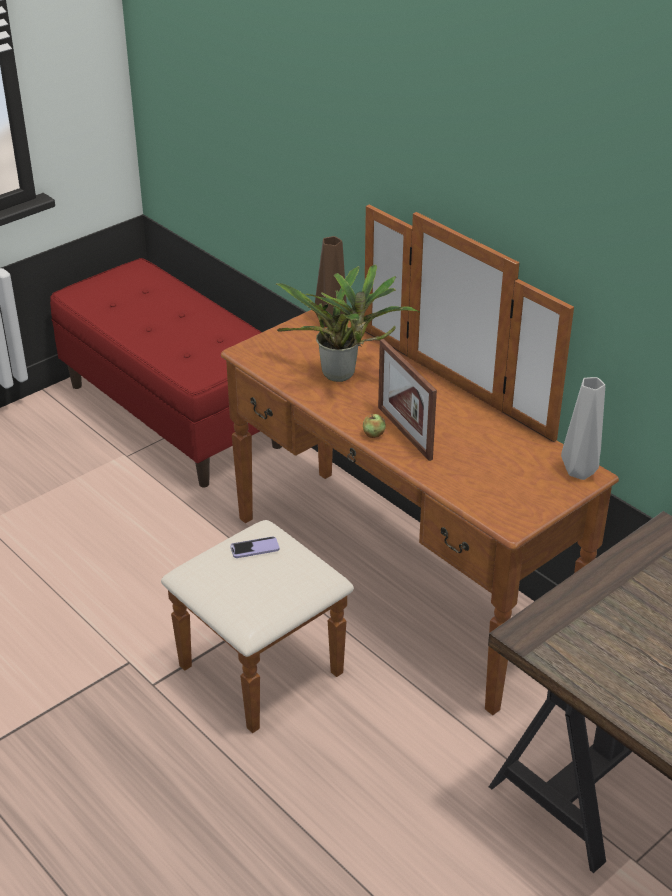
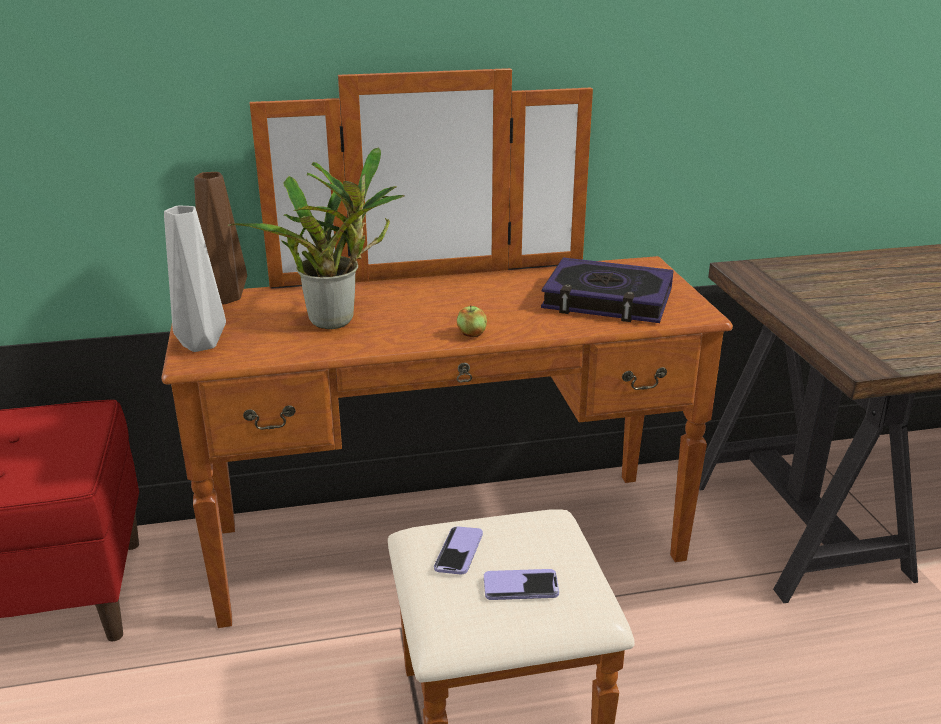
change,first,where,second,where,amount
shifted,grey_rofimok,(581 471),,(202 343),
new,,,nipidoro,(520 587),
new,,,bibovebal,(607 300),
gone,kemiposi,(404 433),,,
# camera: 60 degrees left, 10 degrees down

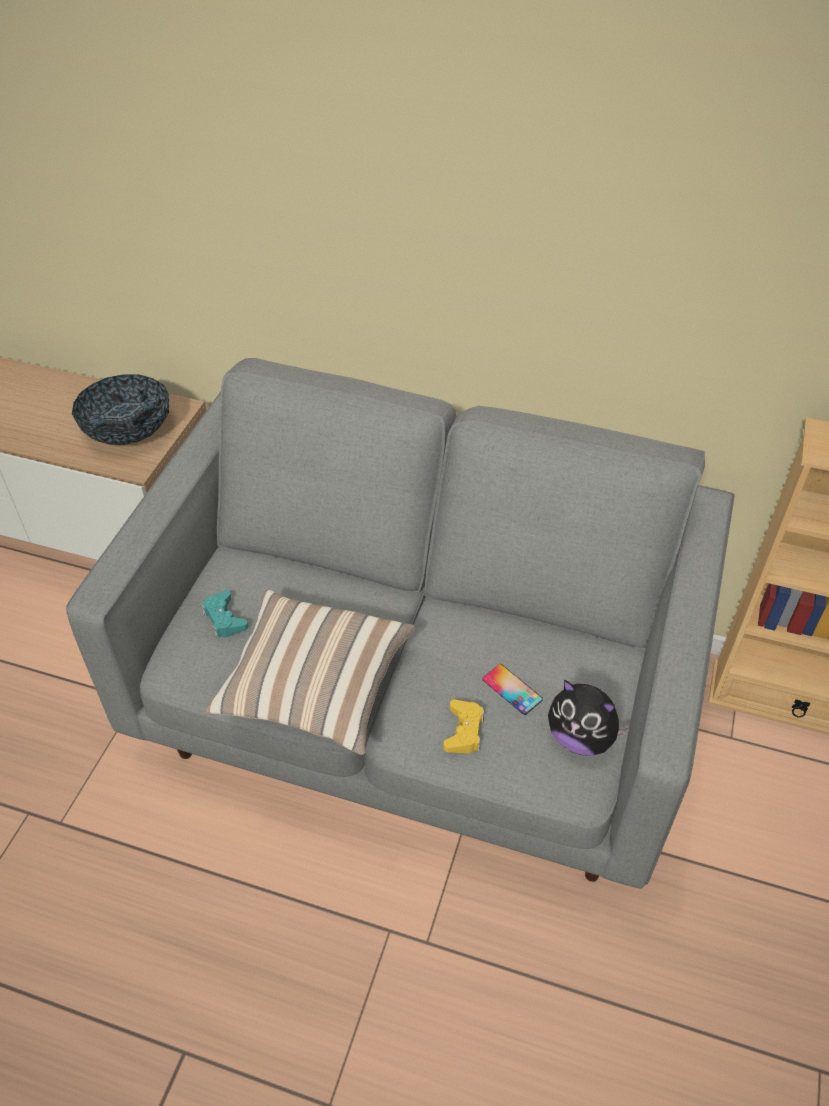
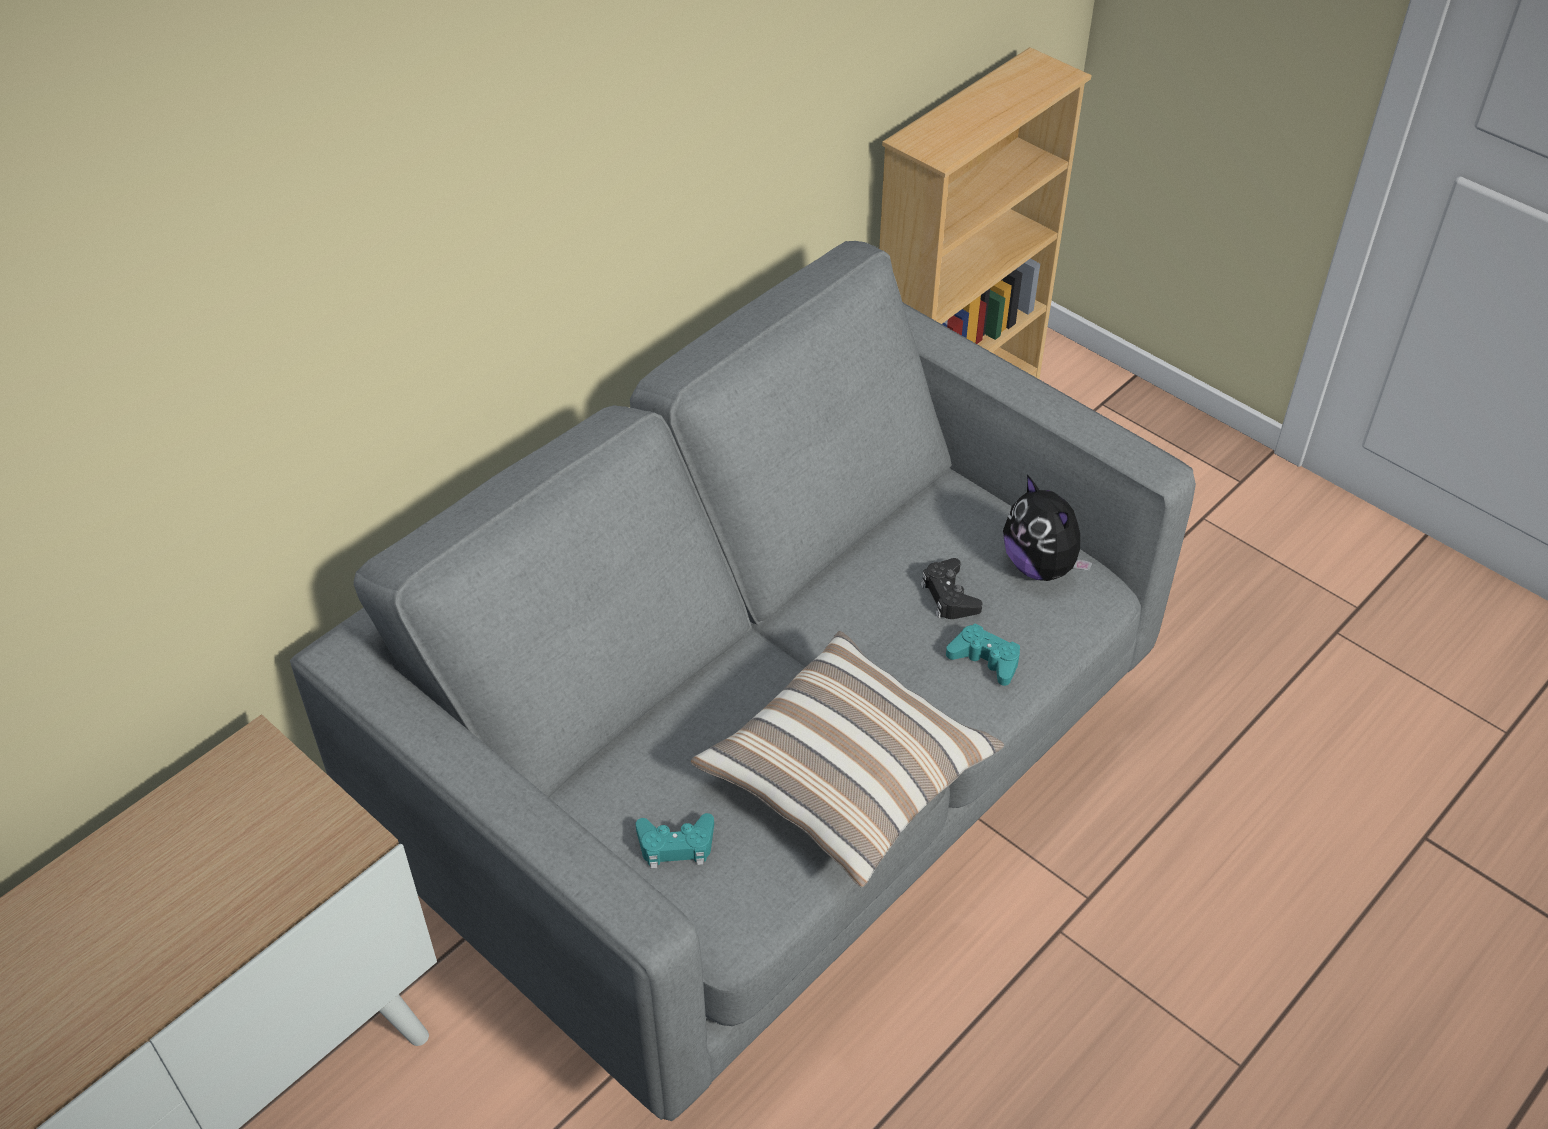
change,first,where,second,where,amount
swapped,nipidoro,(512 689),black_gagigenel,(949 596),
repainted,yellow_gagigenel,(464 731),turquoise_gagigenel,(985 660),
rotated,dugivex,(581 738),,(1041 565),90 degrees clockwise
gone,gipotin,(128 429),,,
# camera: 65 degrees left, 0 degrees up

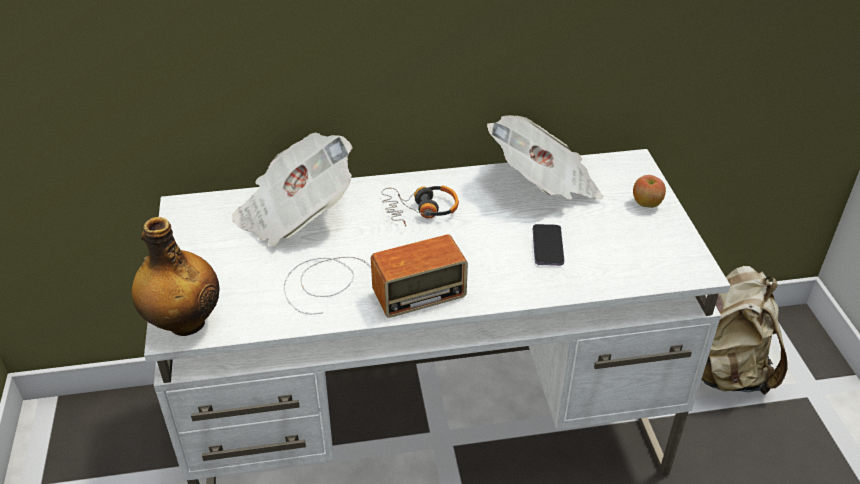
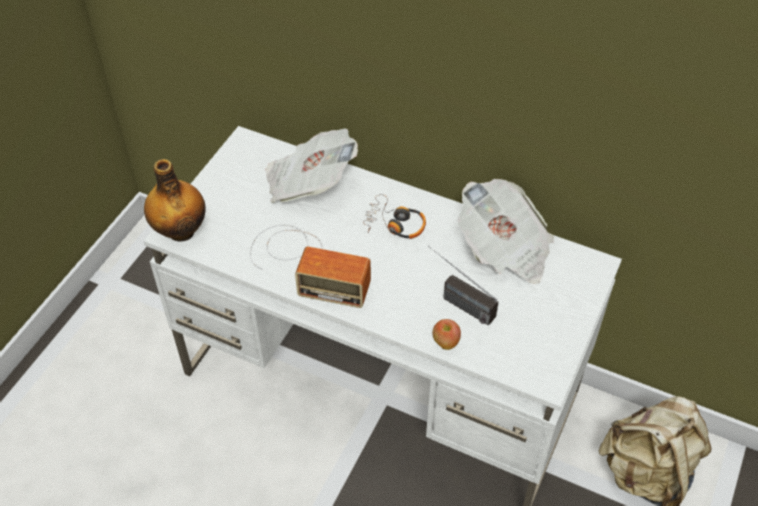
change,first,where,second,where,amount
swapped,nipidoro,(547 246),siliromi,(456 301),
shifted,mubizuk,(646 204),,(445 342),
# camera: 35 degrees right, 10 degrees up

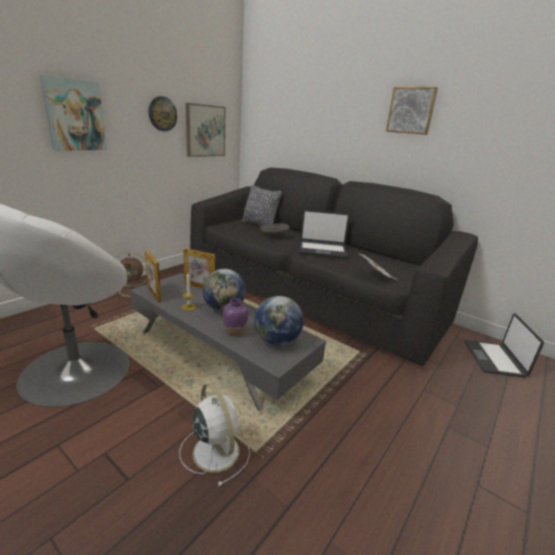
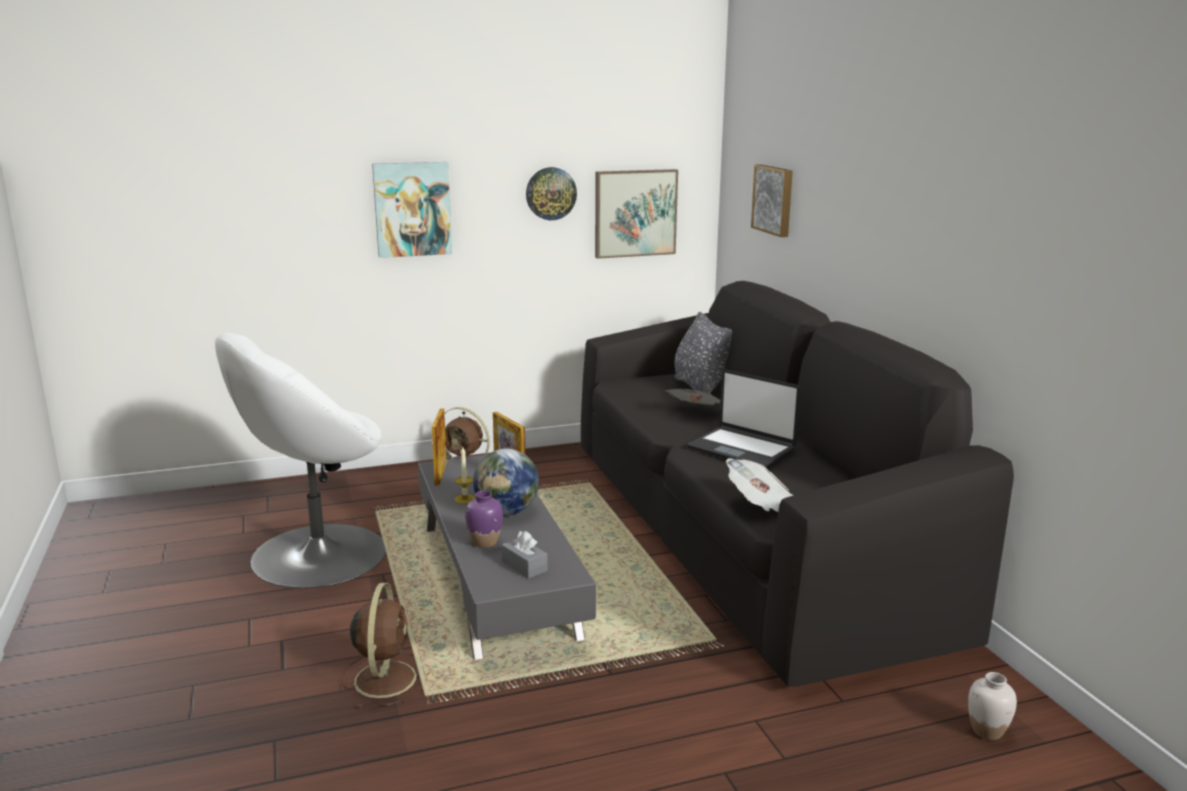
change,first,where,second,where,amount
repainted,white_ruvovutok,(215 450),brown_ruvovutok,(385 677),
swapped,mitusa,(276 341),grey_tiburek,(524 566),
shifted,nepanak,(411 110),,(774 200),
swapped,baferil,(494 359),white_rofimok,(987 731),
# camera: 35 degrees right, 5 degrees down

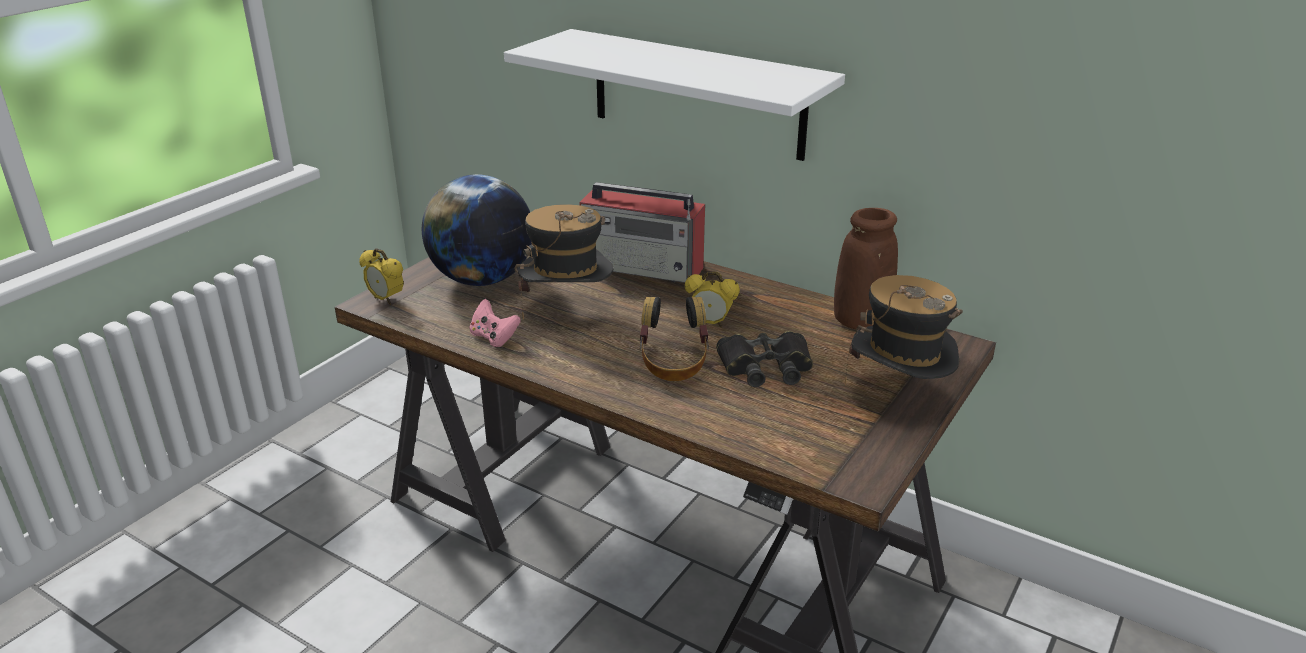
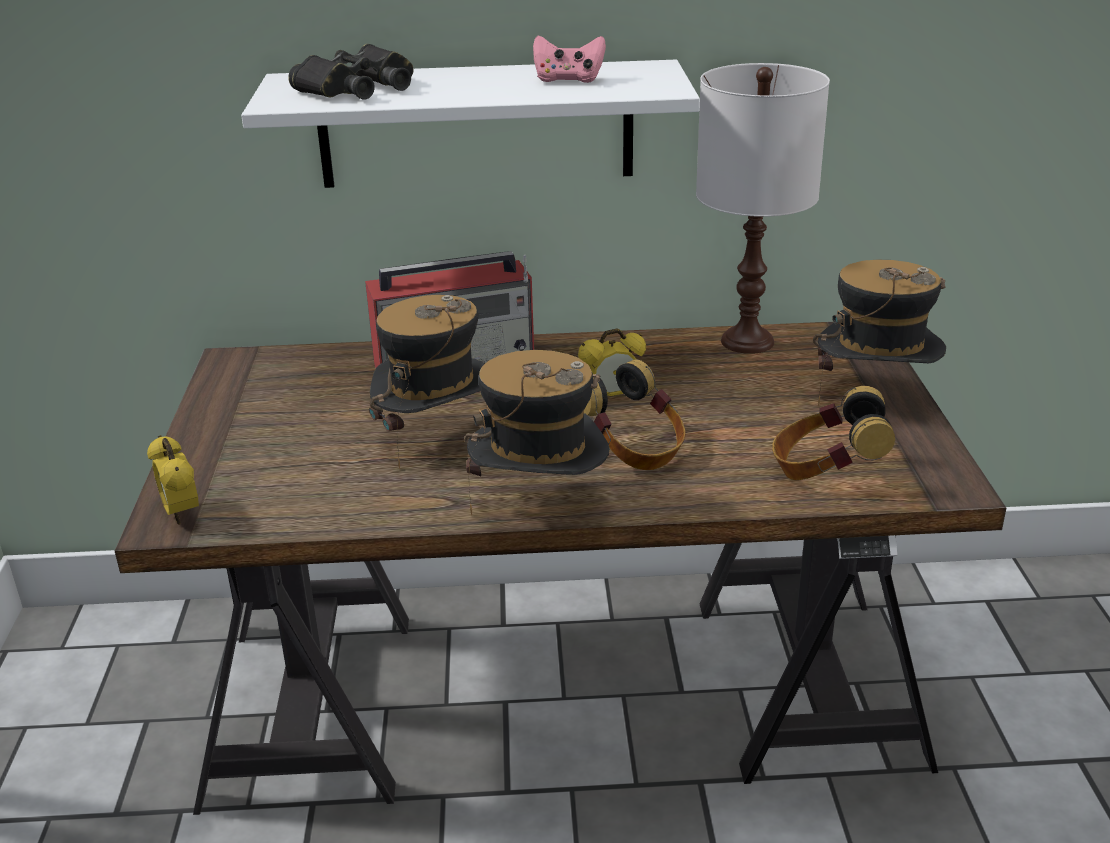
change,first,where,second,where,amount
rotated,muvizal,(386 300),,(181 514),60 degrees clockwise
shifted,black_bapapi,(765 367),,(358 88),
new,,,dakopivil,(539 506),
shifted,pink_gagigenel,(494 338),,(568 80),
swapped,brown_rofimok,(860 321),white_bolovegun,(746 341),
new,,,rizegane,(826 471),
gone,mitusa,(482 279),,,
# camera: 35 degrees left, 0 degrees up

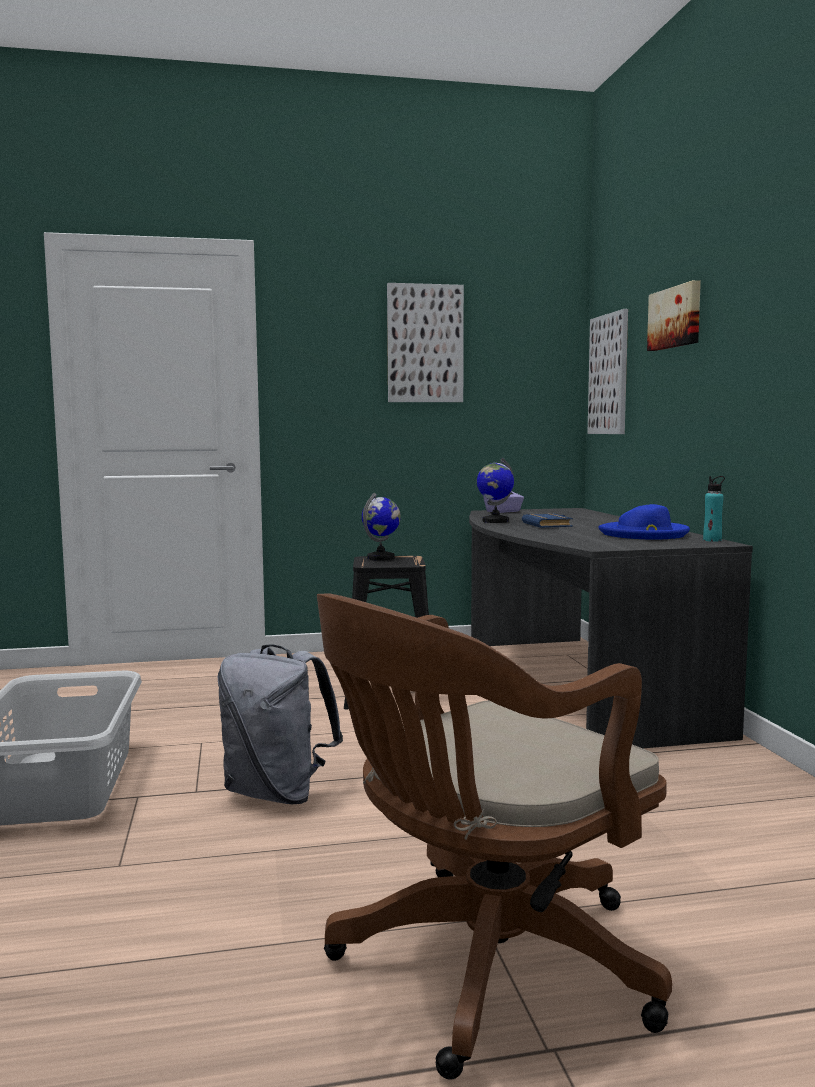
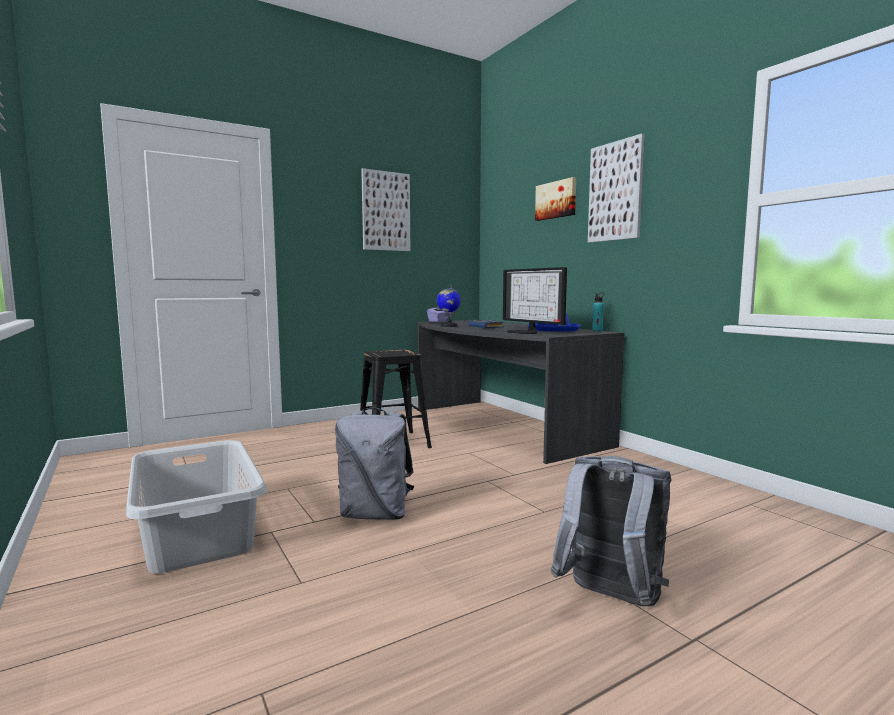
change,first,where,second,where,amount
new,,,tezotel,(525 332),
swapped,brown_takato,(482 968),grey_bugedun,(610 600),
shifted,nepanak,(608 374),,(615 191),
gone,mitusa,(381 558),,,
# camera: 20 degrees left, 0 degrees up

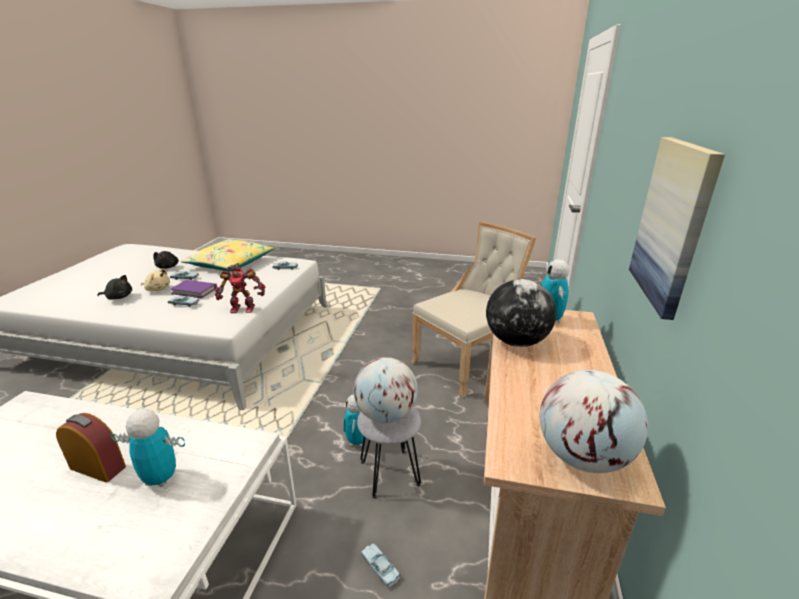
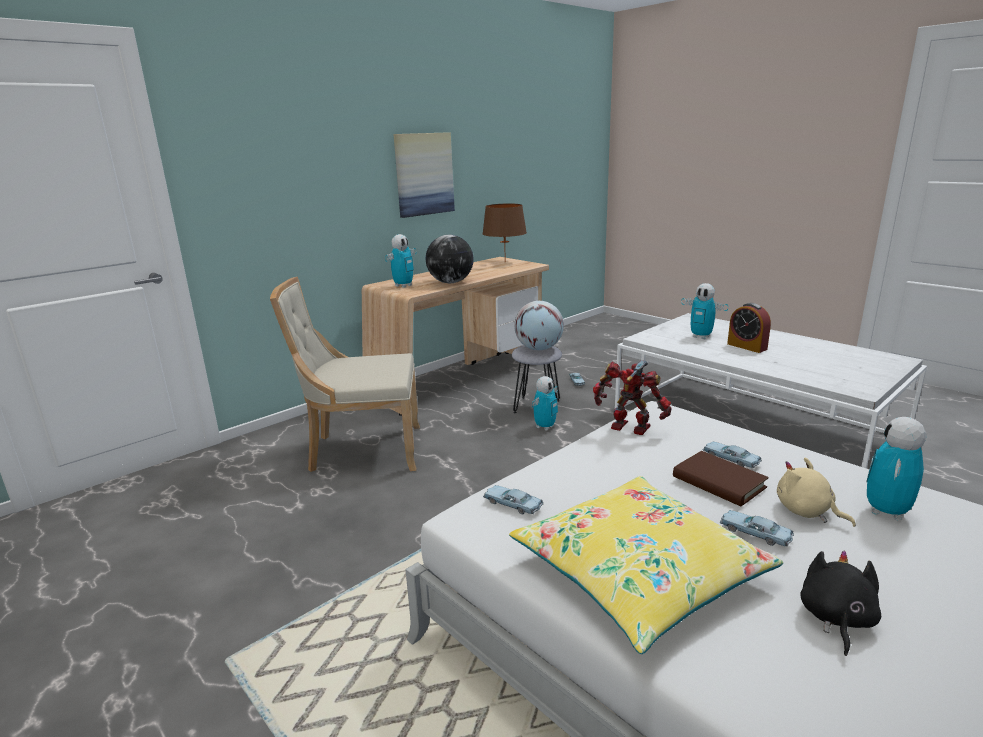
change,first,where,second,where,amount
swapped,mitusa,(582 456),brown_bolovegun,(505 262),
repainted,purple_bibovebal,(194 291),brown_bibovebal,(718 482),
swapped,black_dugivex,(118 297),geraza,(886 512),
# camera: 145 degrees left, 5 degrees down

